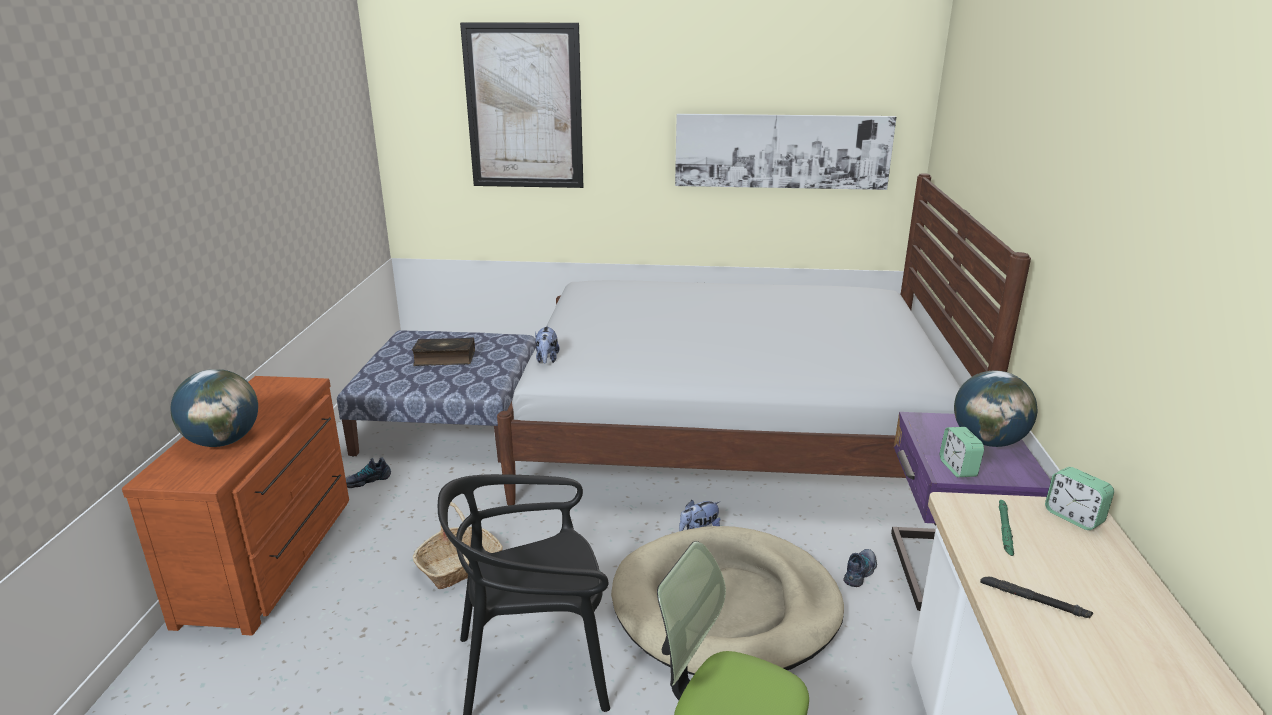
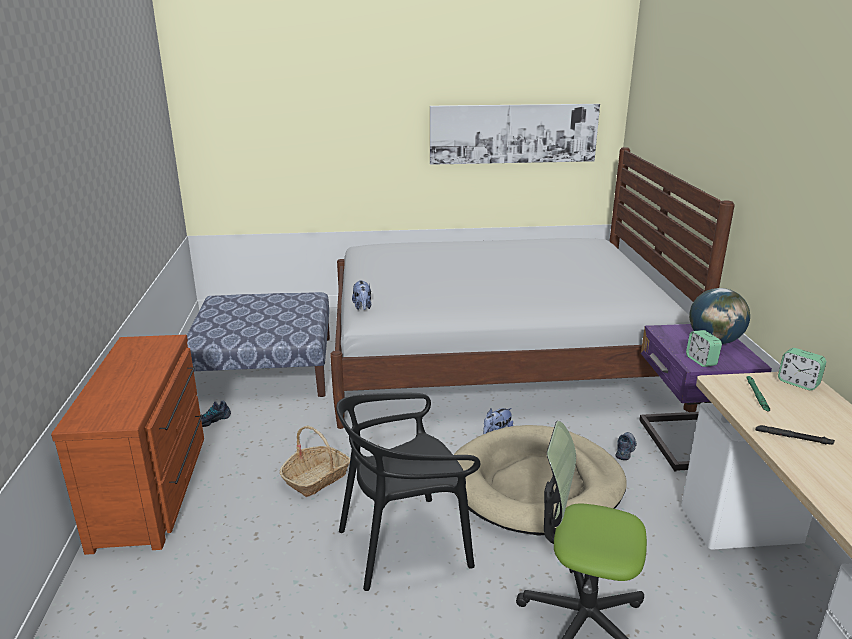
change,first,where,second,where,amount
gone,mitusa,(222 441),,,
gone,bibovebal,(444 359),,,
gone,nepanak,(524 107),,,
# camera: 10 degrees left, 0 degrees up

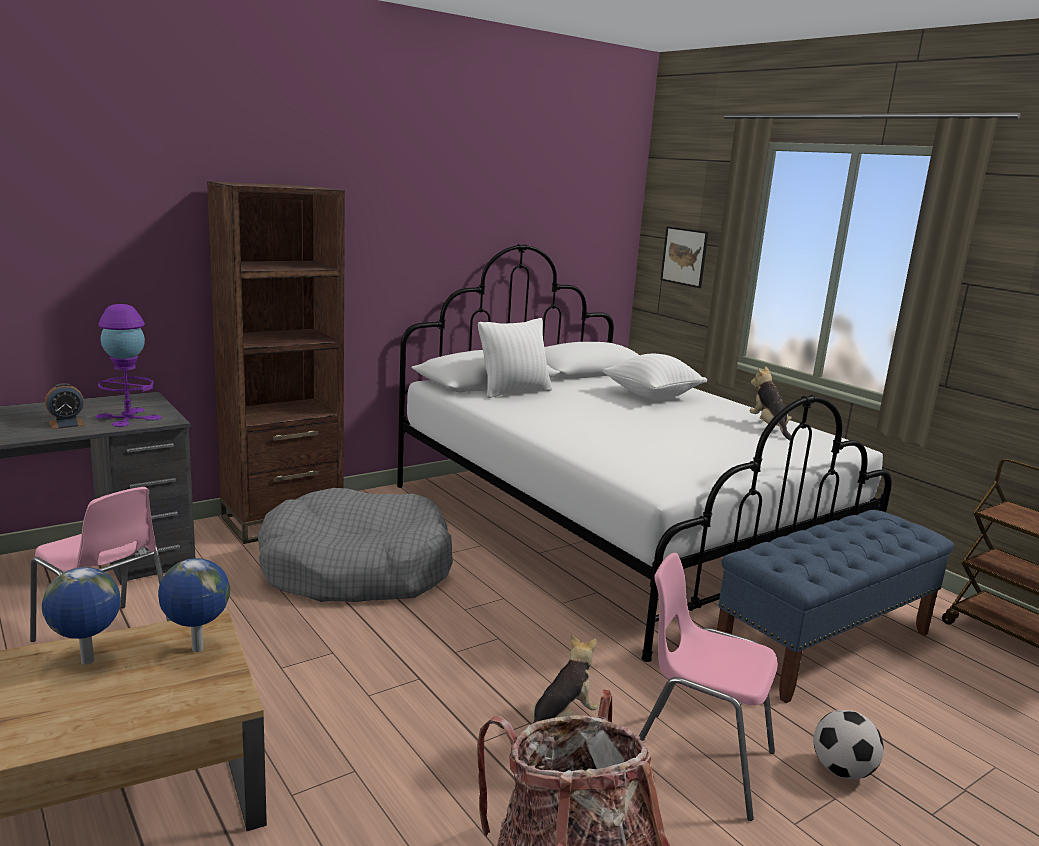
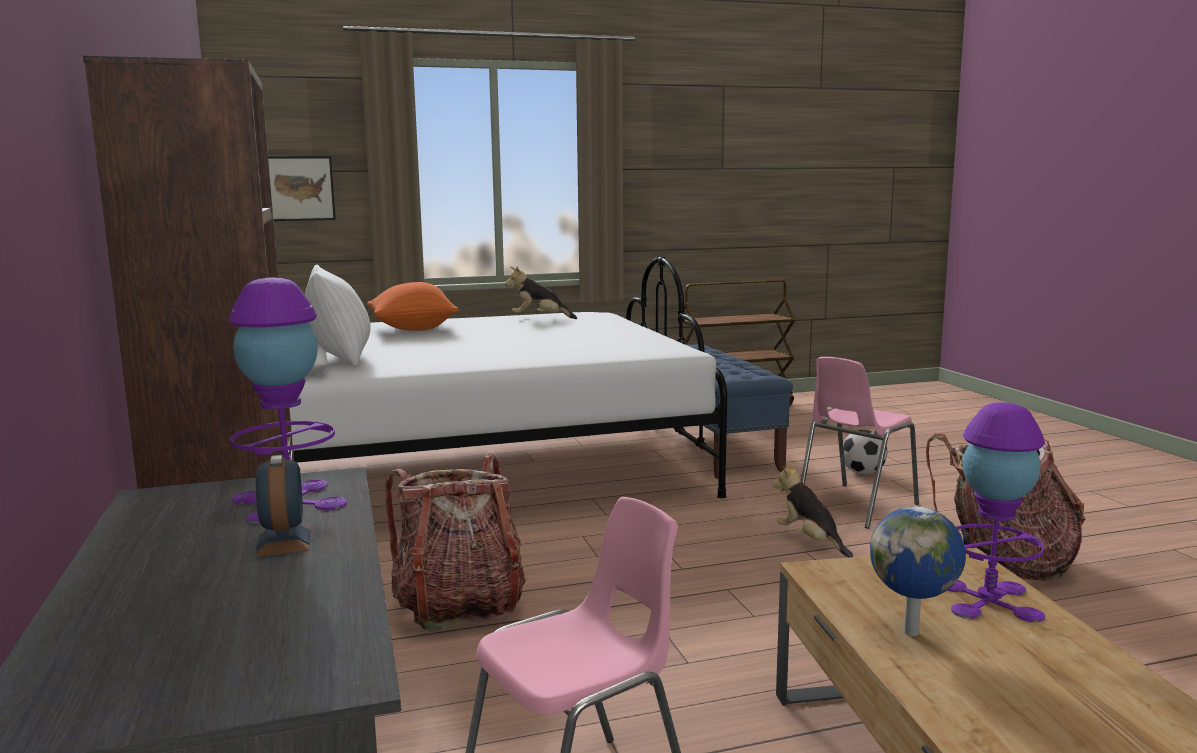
change,first,where,second,where,amount
repainted,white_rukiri,(652 396),orange_rukiri,(413 330),
swapped,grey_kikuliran,(356 569),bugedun,(459 605),
new,,,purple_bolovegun,(989 600),
gone,mitusa,(197 649),,,
# camera: 70 degrees left, 5 degrees down

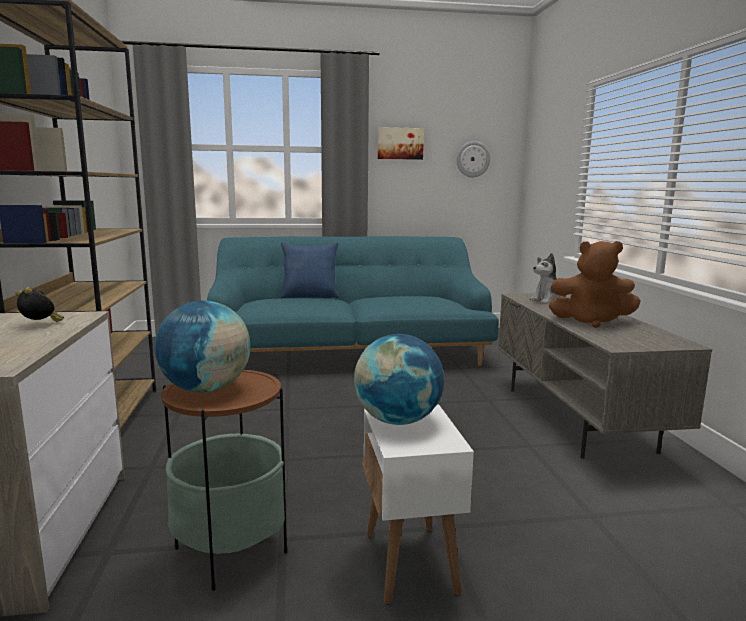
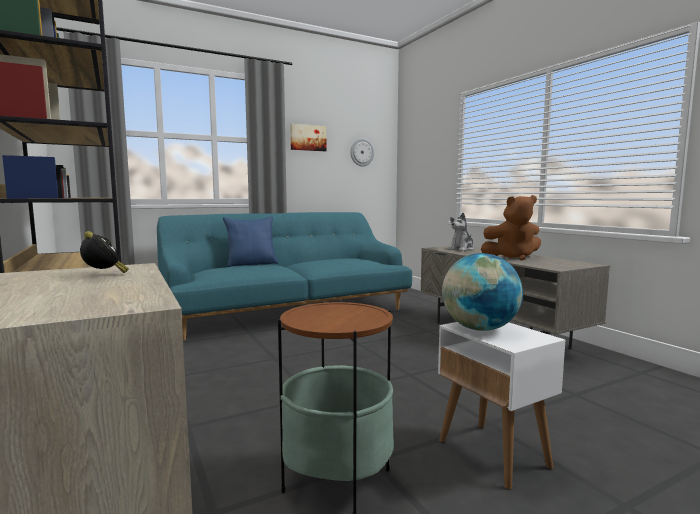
change,first,where,second,where,amount
rotated,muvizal,(40 325),,(104 275),45 degrees clockwise
gone,mitusa,(206 389),,,
# camera: 20 degrees left, 5 degrees down

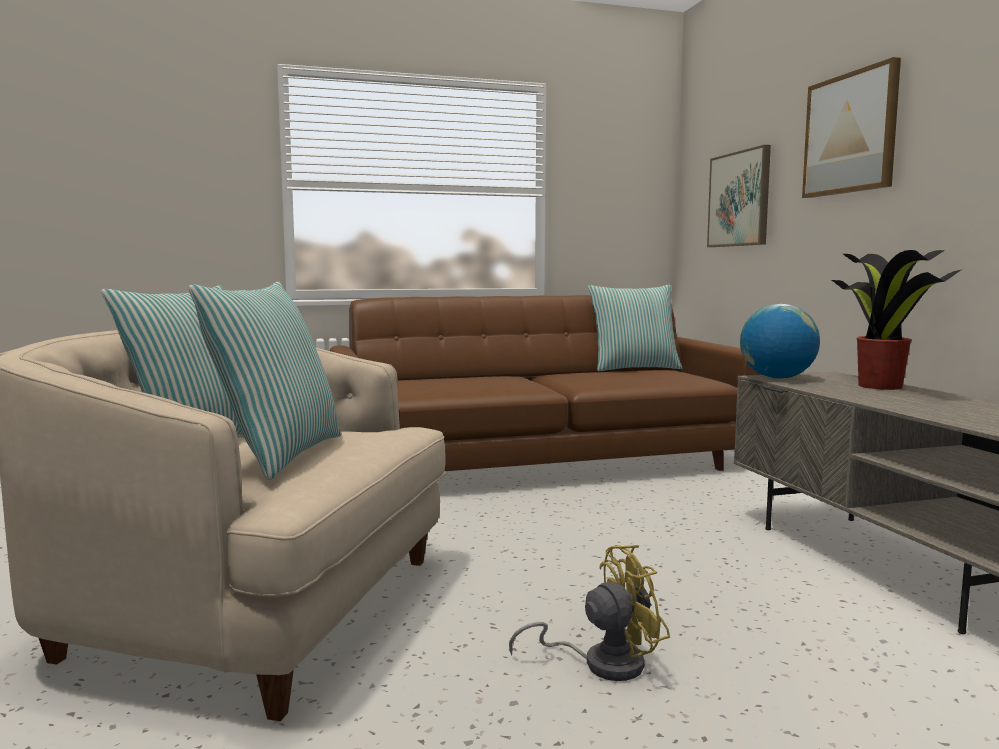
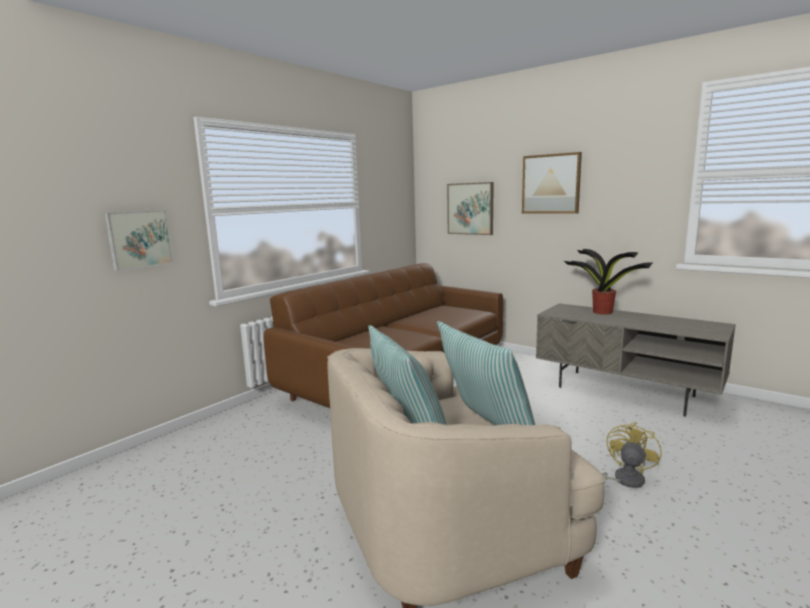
change,first,where,second,where,amount
new,,,nepanak,(139 239),
gone,rukiri,(633 368),,,
gone,mitusa,(777 378),,,
# camera: 35 degrees left, 5 degrees up

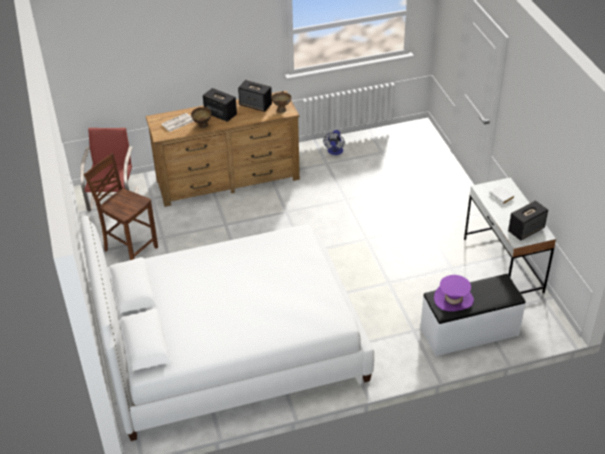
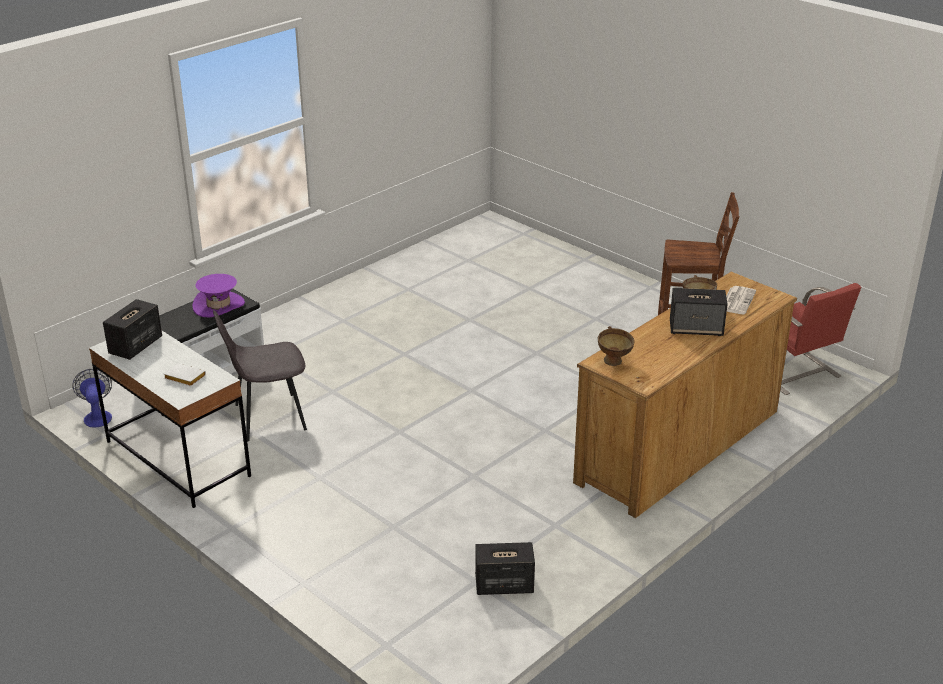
change,first,where,second,where,amount
shifted,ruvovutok,(335 152),,(97 416),
new,,,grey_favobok,(267 418),
shifted,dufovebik,(256 105),,(503 585),
gone,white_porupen,(231 347),,,
# camera: 150 degrees right, 10 degrees down

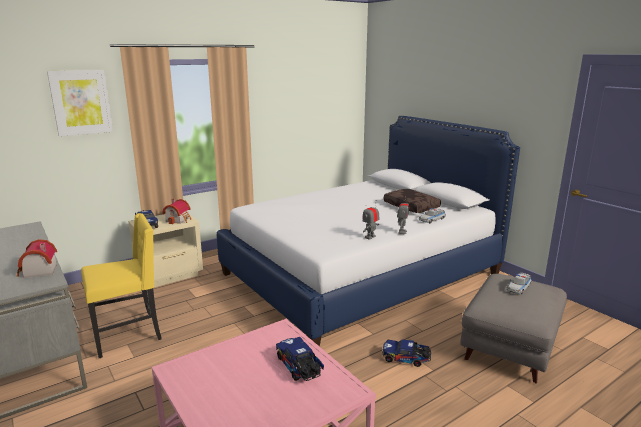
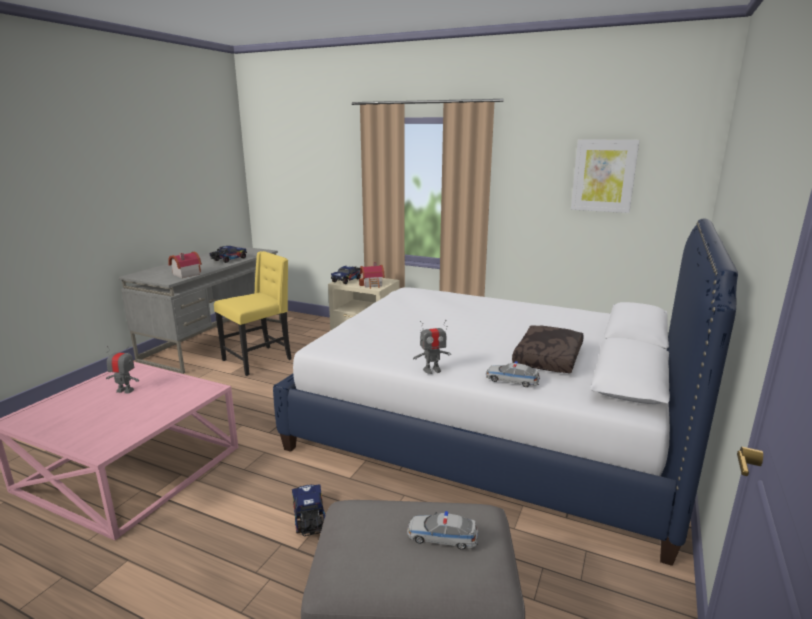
change,first,where,second,where,amount
shifted,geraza,(370 237),,(125 391),
shifted,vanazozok,(299 368),,(228 260),
rotated,yellow_favobok,(129 334),,(259 360),75 degrees counterclockwise
shifted,nepanak,(81 102),,(603 176),
# camera: 60 degrees right, 0 degrees up

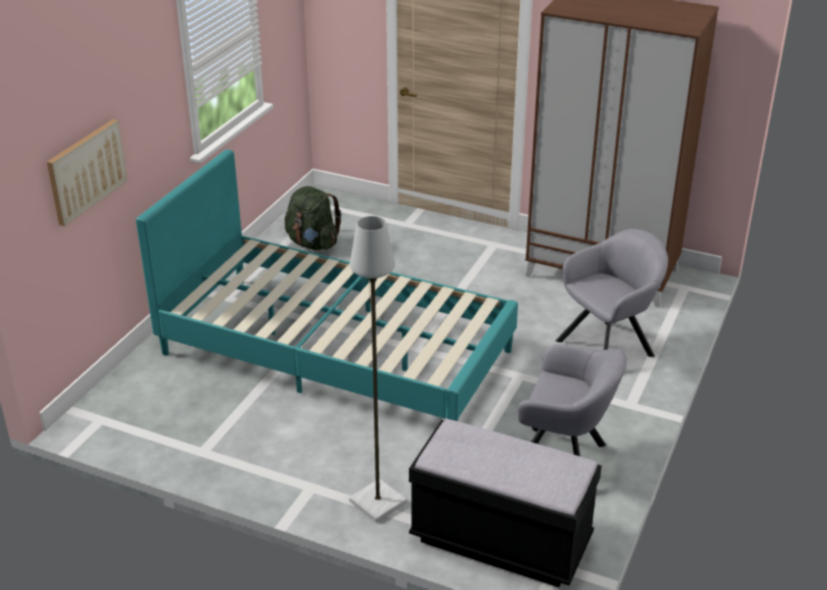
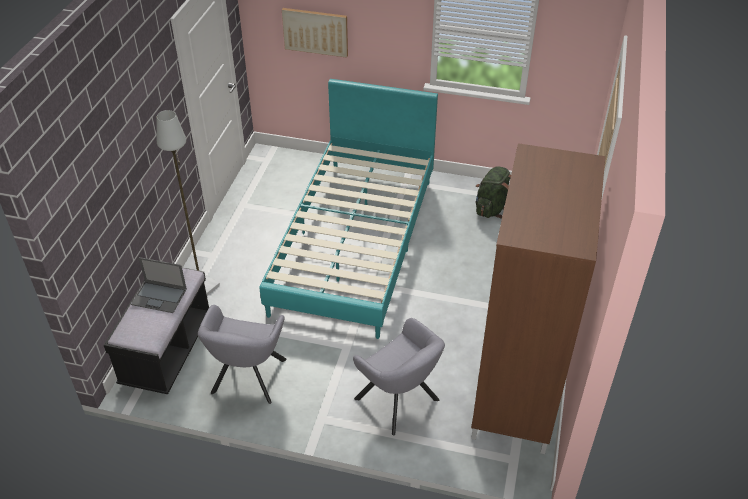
change,first,where,second,where,amount
new,,,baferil,(160 297),
# camera: 80 degrees right, 10 degrees up

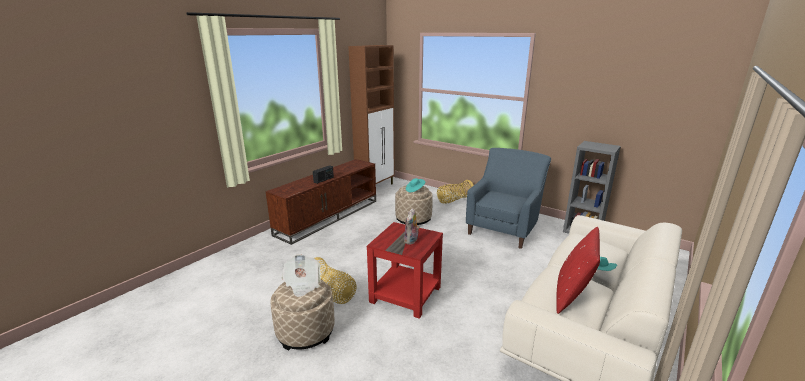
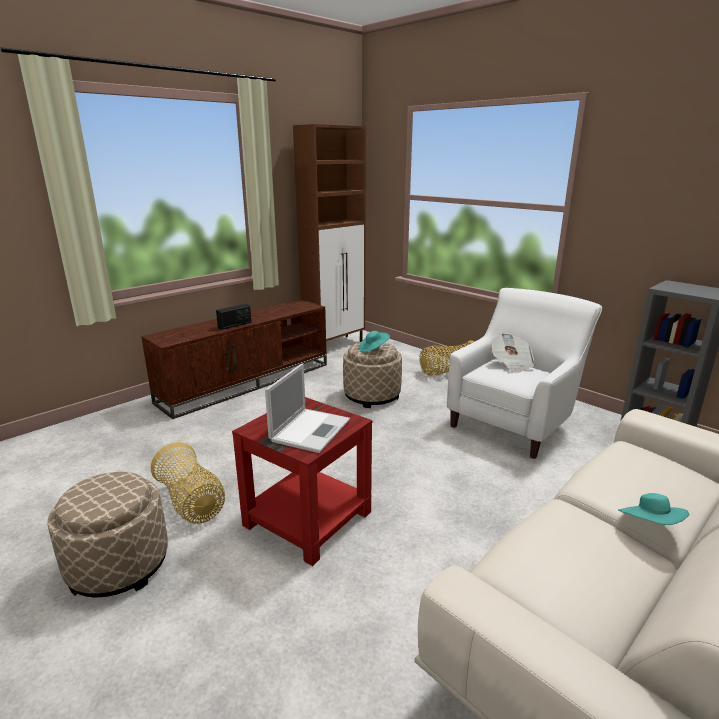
change,first,where,second,where,amount
swapped,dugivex,(411 241),baferil,(311 429),
repainted,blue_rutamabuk,(504 228),white_rutamabuk,(515 421),
shifted,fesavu,(302 284),,(511 364),
gone,red_rukiri,(572 296),,,
# camera: 10 degrees right, 0 degrees up

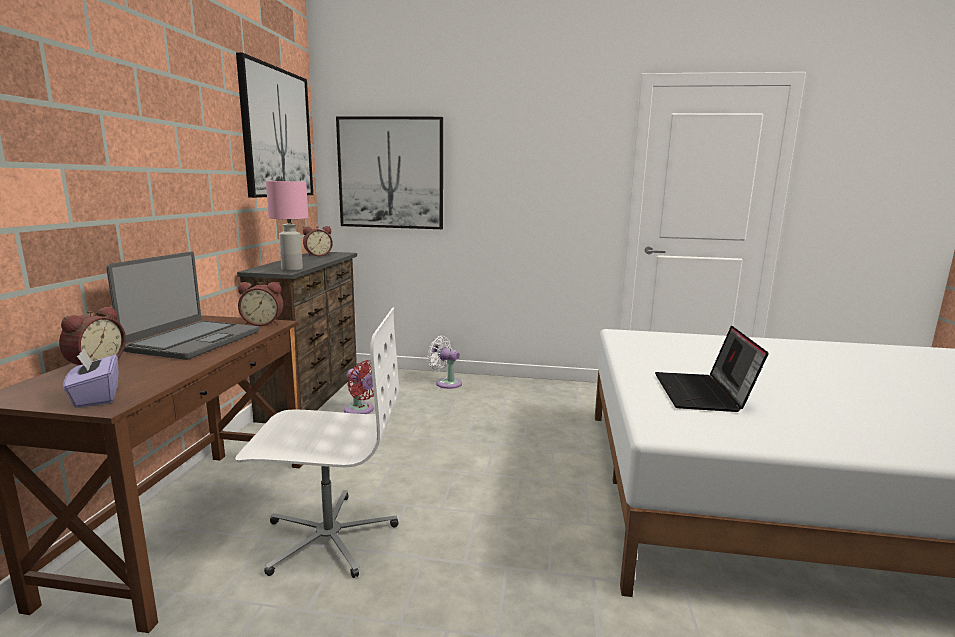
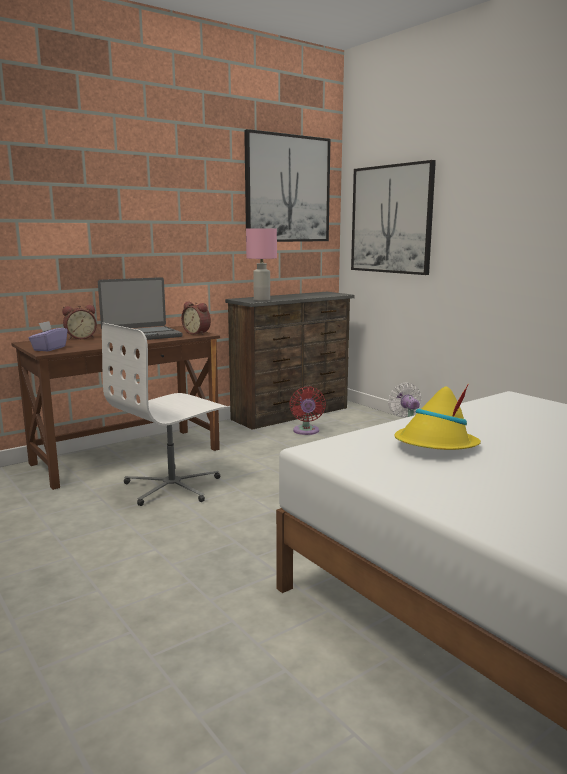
change,first,where,second,where,amount
rotated,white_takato,(328 536),,(173 487),90 degrees clockwise
swapped,baferil,(703 394),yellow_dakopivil,(435 446),
gone,muvizal,(318 255),,,
# camera: 45 degrees right, 0 degrees up

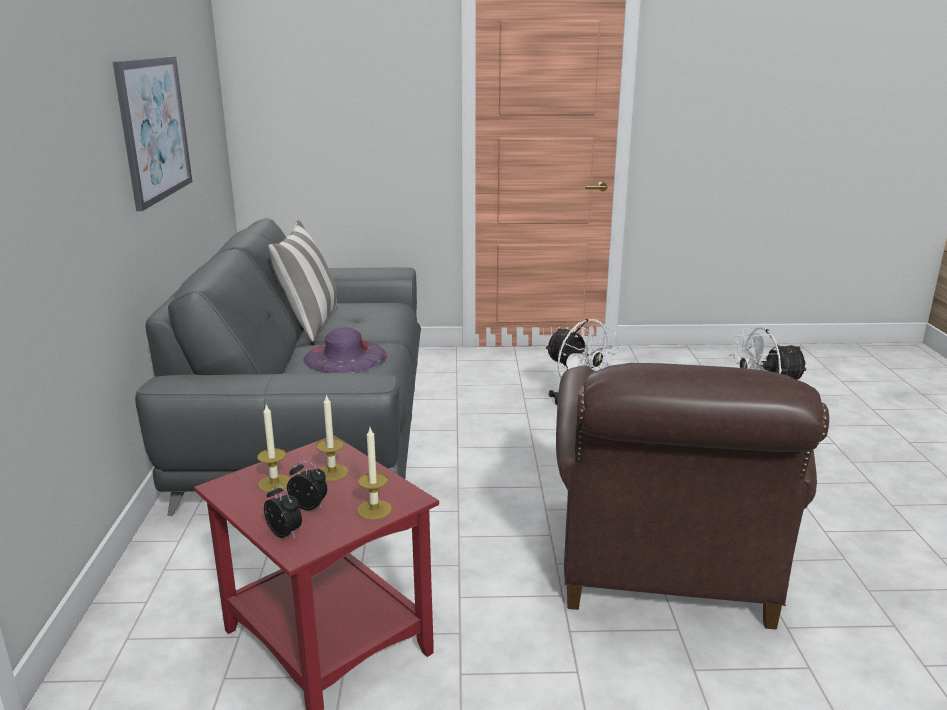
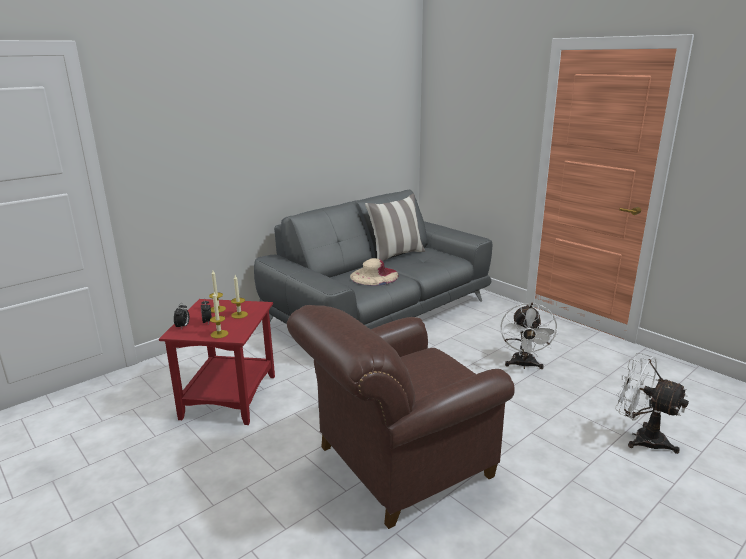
change,first,where,second,where,amount
repainted,purple_dakopivil,(345 357),beige_dakopivil,(374 276),
gone,nepanak,(154 129),,,
# camera: 50 degrees right, 0 degrees up

